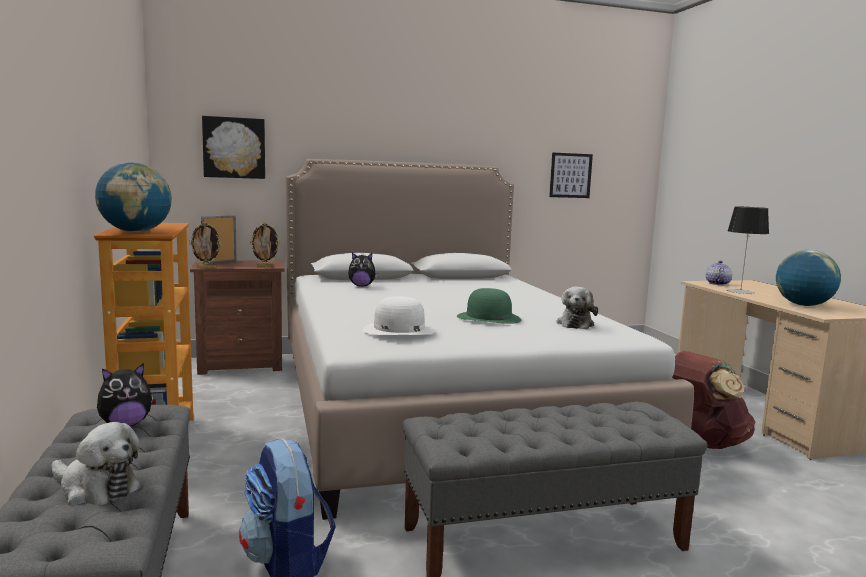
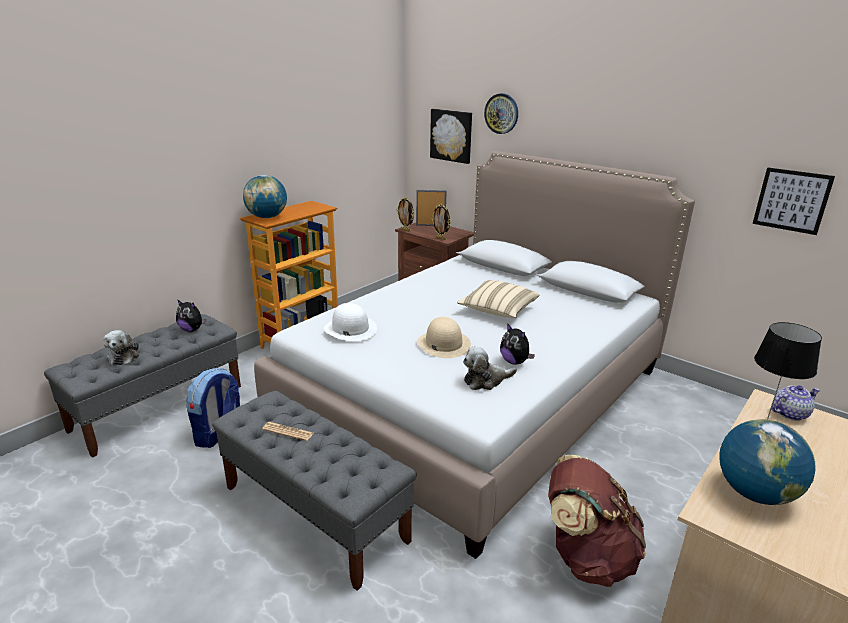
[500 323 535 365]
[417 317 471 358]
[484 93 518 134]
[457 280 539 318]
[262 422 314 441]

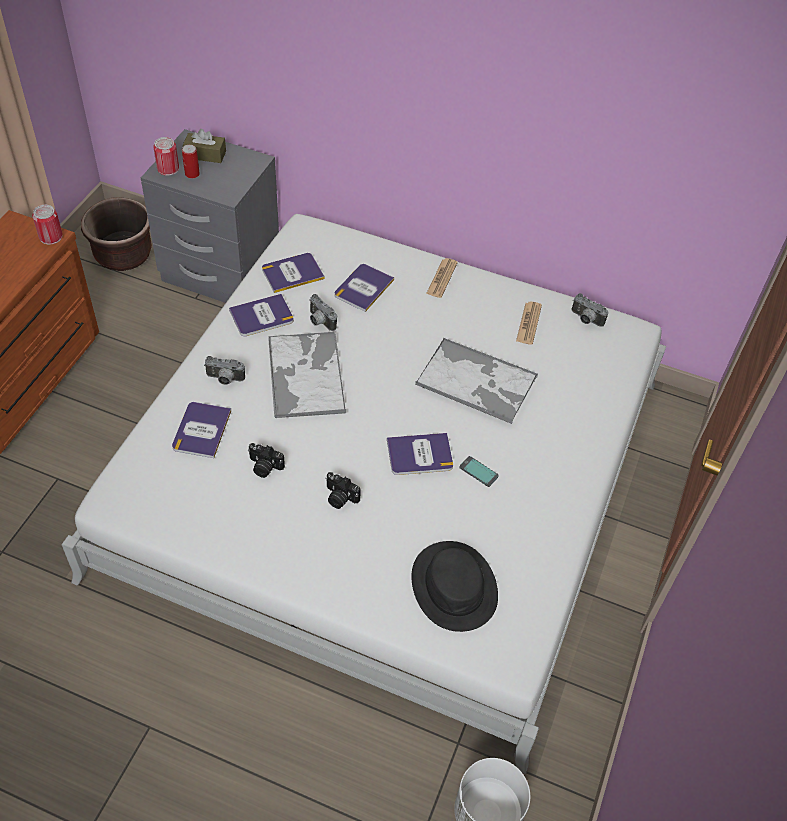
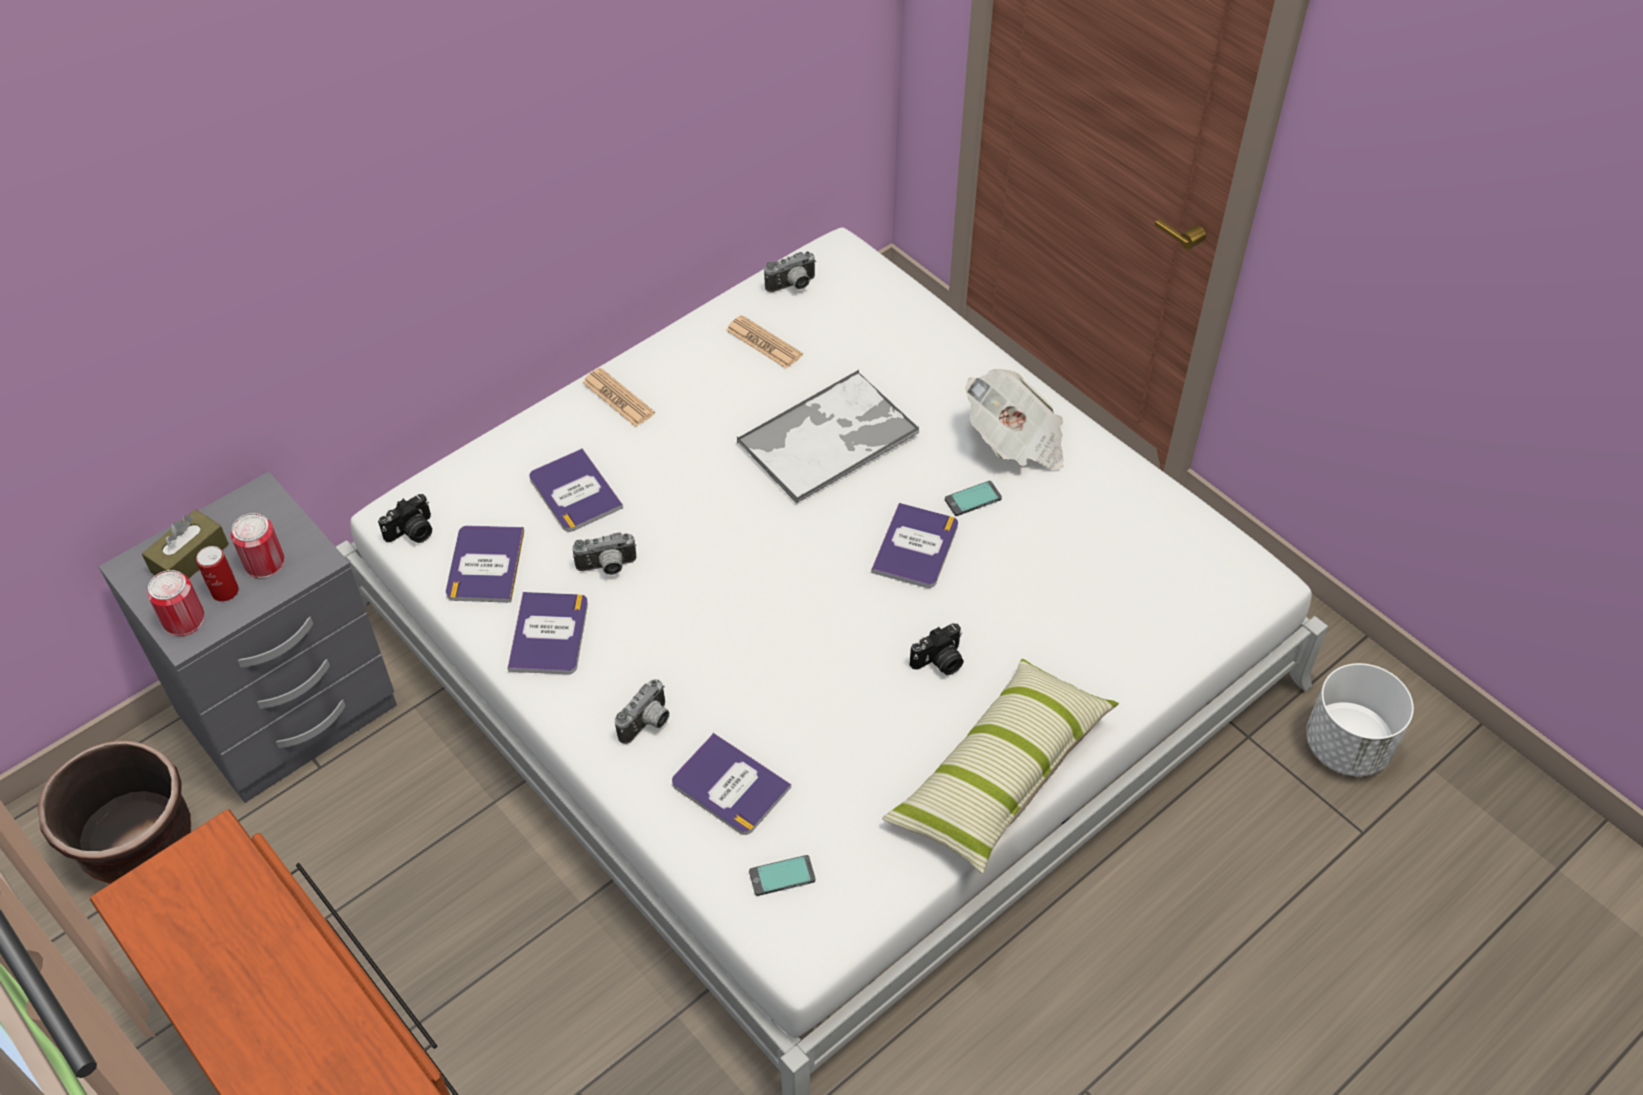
[231 513 285 578]
[268 332 346 418] (first image)
[378 494 432 543]
[411 541 498 632] (first image)
[965 369 1064 470]
[882 659 1119 874]
[749 855 816 896]

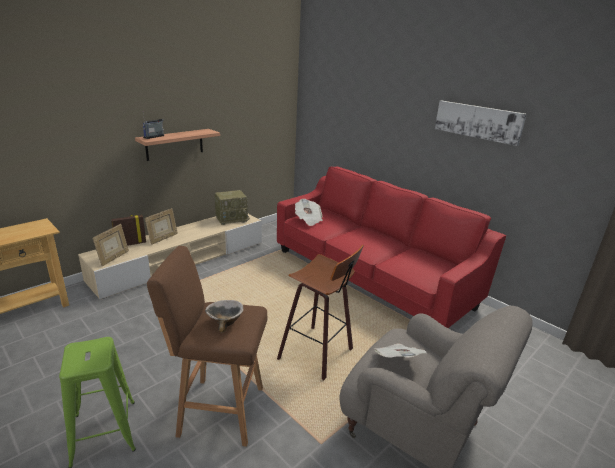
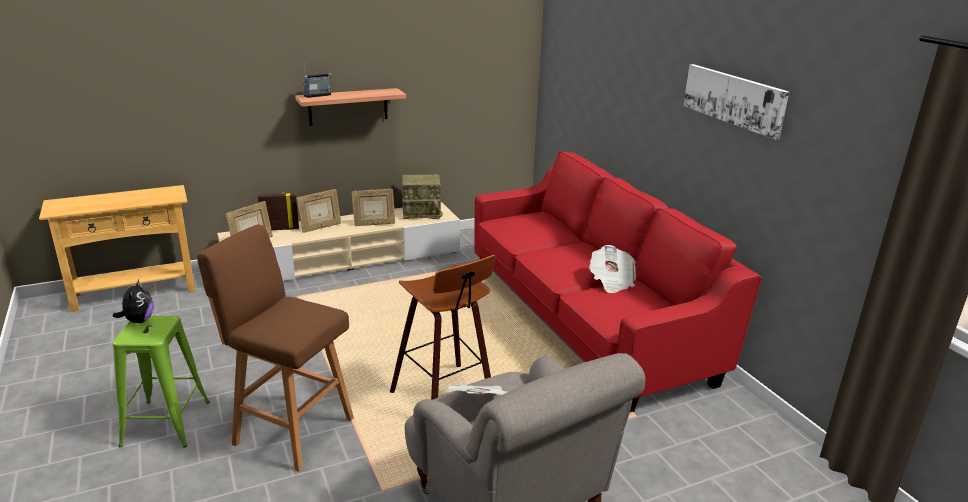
[589 245 636 293]
[205 300 244 333] (first image)
[351 189 395 226]
[113 279 154 323]

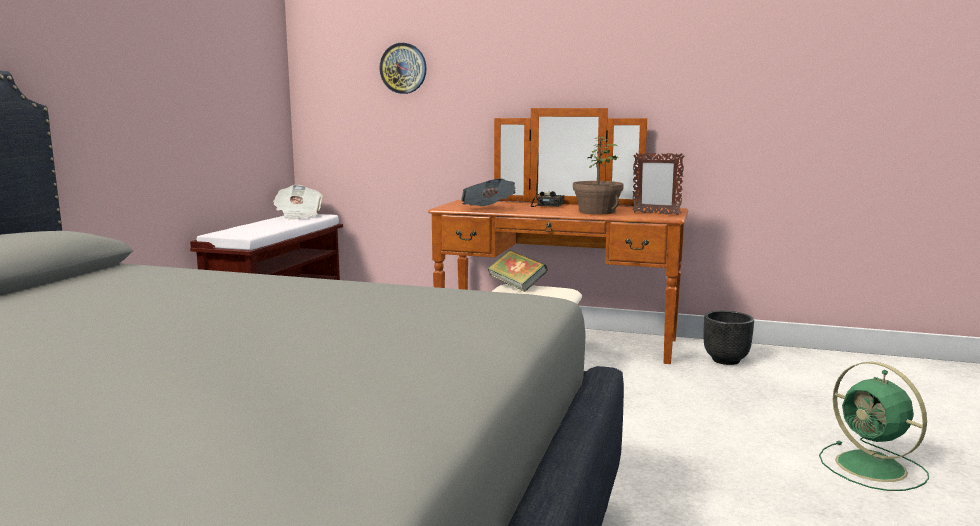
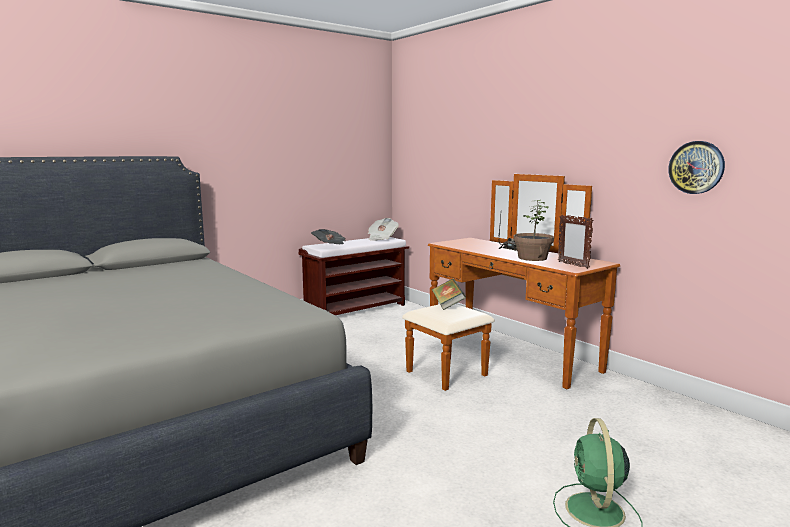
[668 141 725 194]
[311 229 345 244]
[704 311 754 365] (first image)

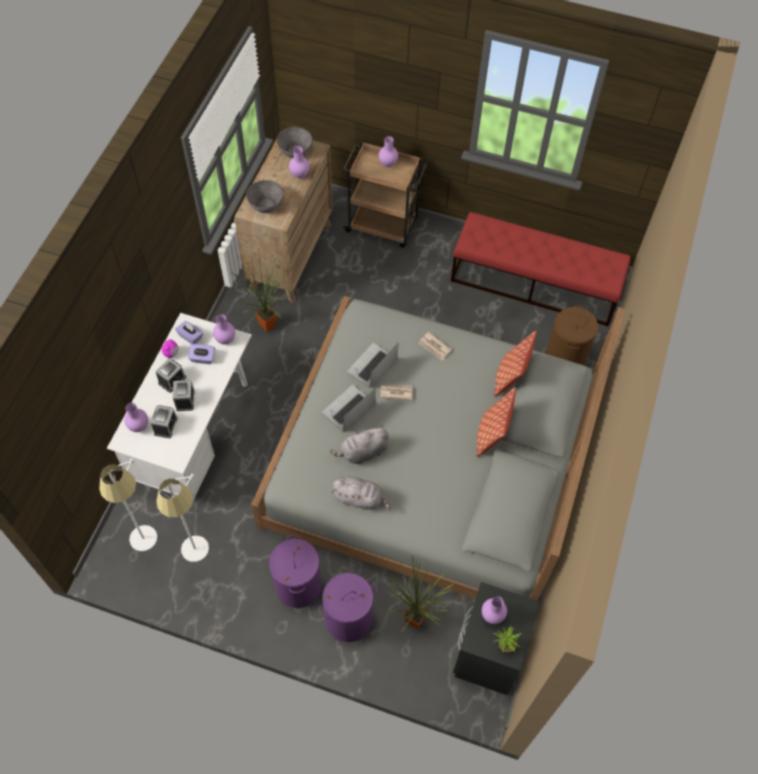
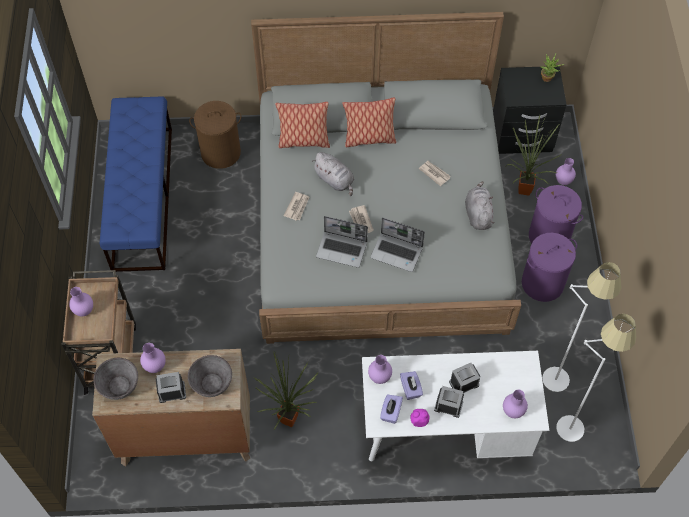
[100 97 172 272]
[156 372 186 403]
[312 152 354 196]
[556 158 576 185]
[419 161 451 186]

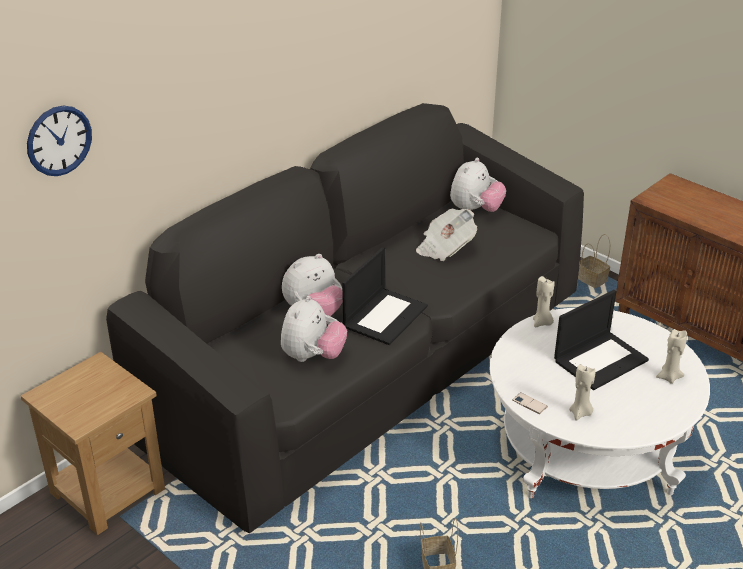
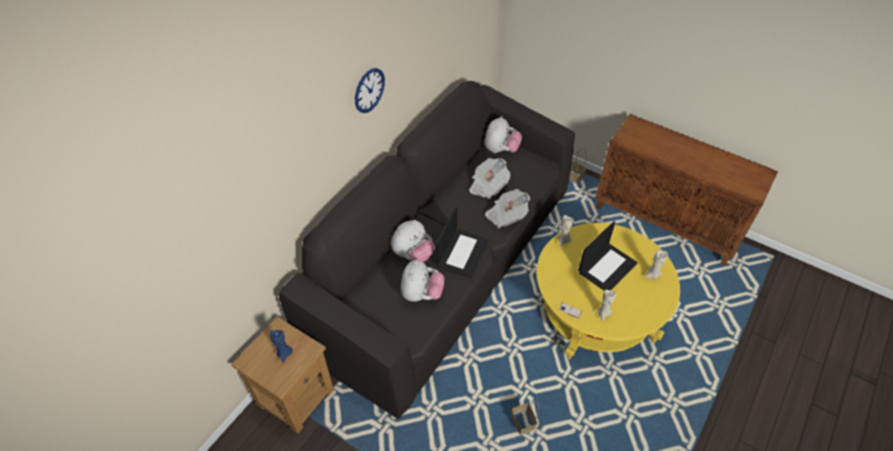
[355 68 385 113]
[536 223 680 359]
[485 189 530 228]
[270 330 293 363]

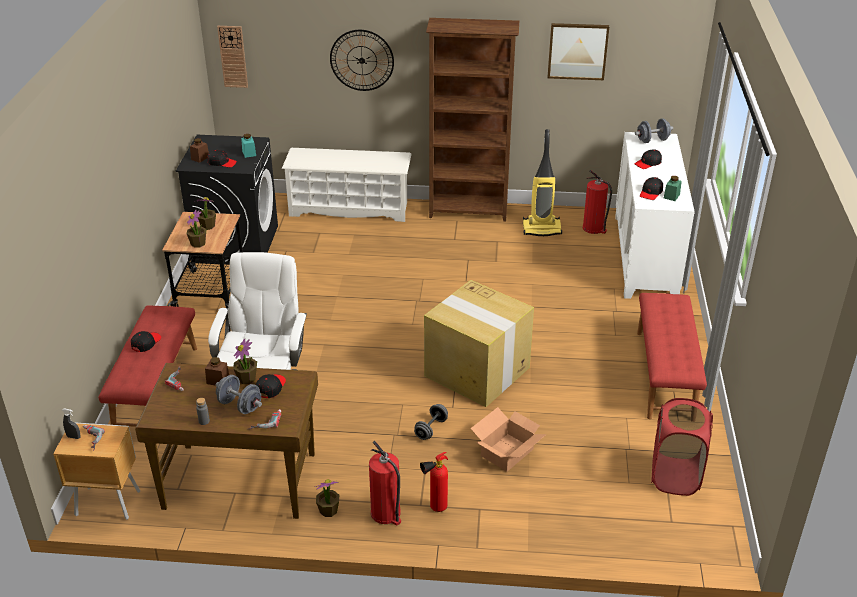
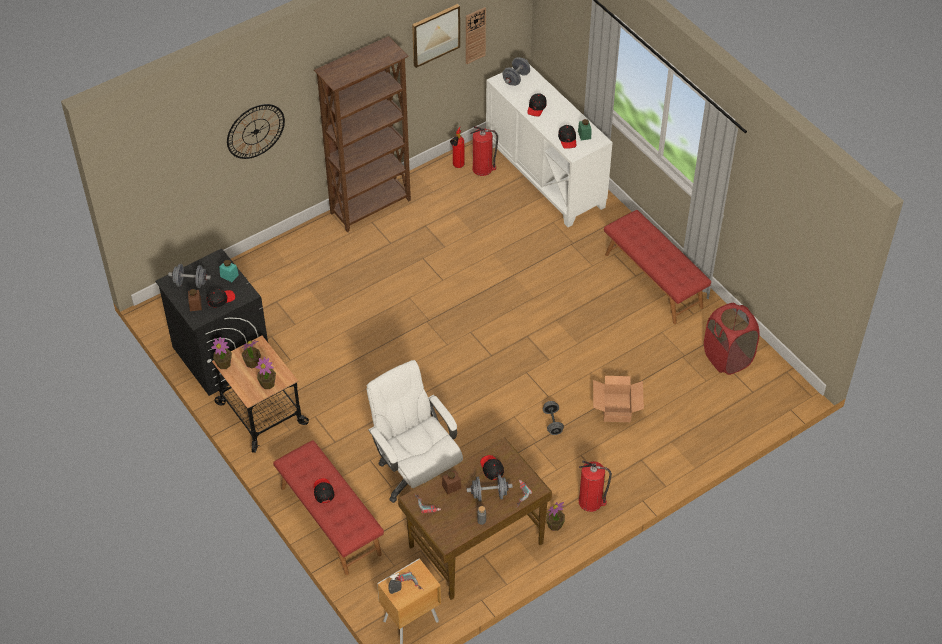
[466 7 486 64]
[523 129 562 236] (first image)
[282 148 412 222] (first image)
[424 280 534 407] (first image)
[211 337 232 369]
[450 126 464 168]
[168 264 211 288]

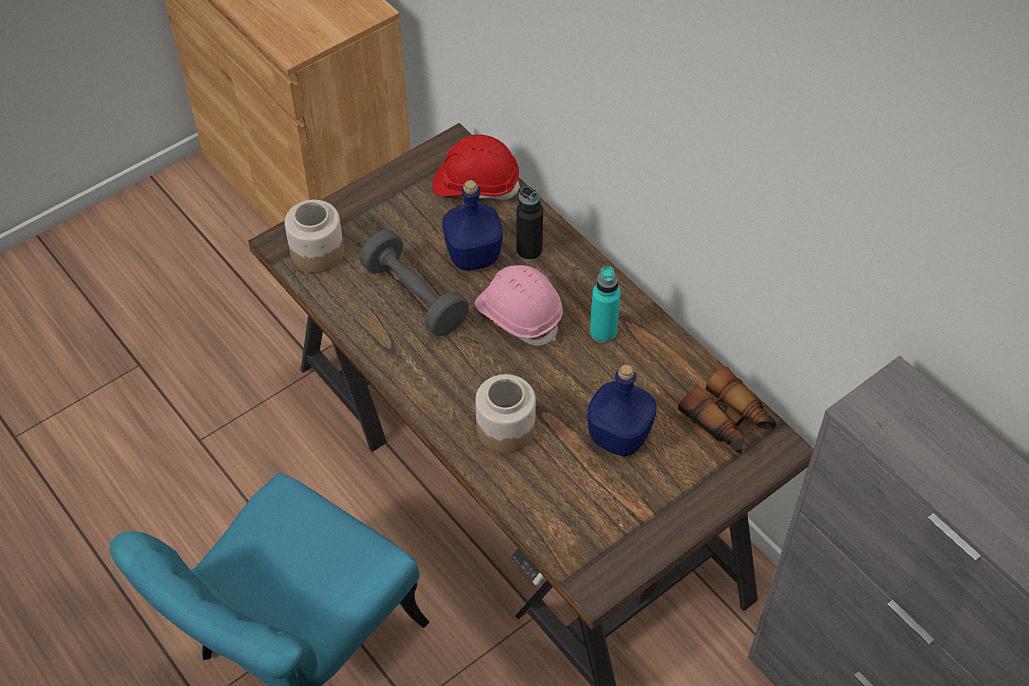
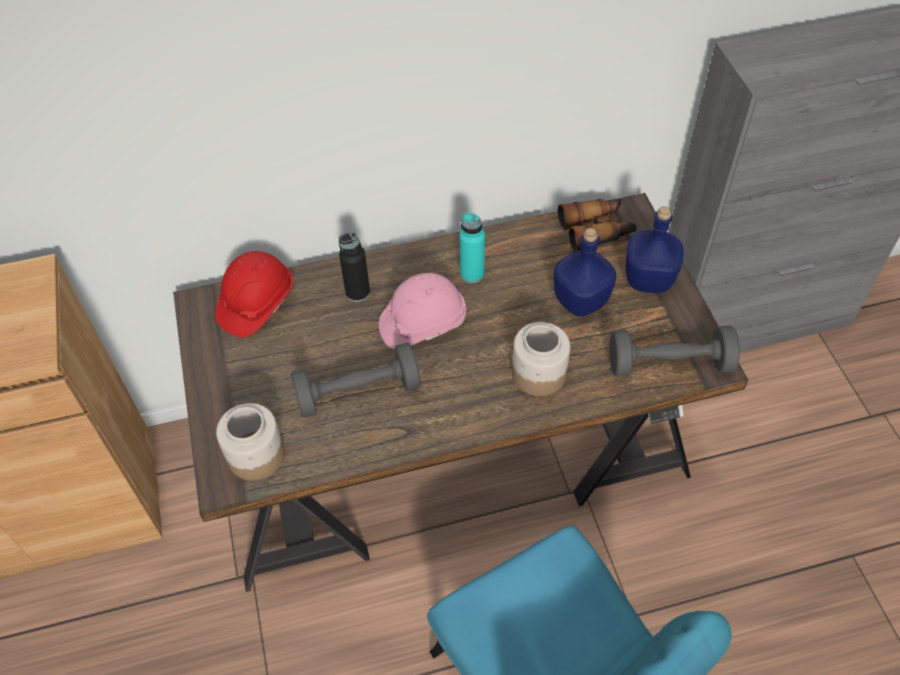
[626 206 683 293]
[609 326 740 377]

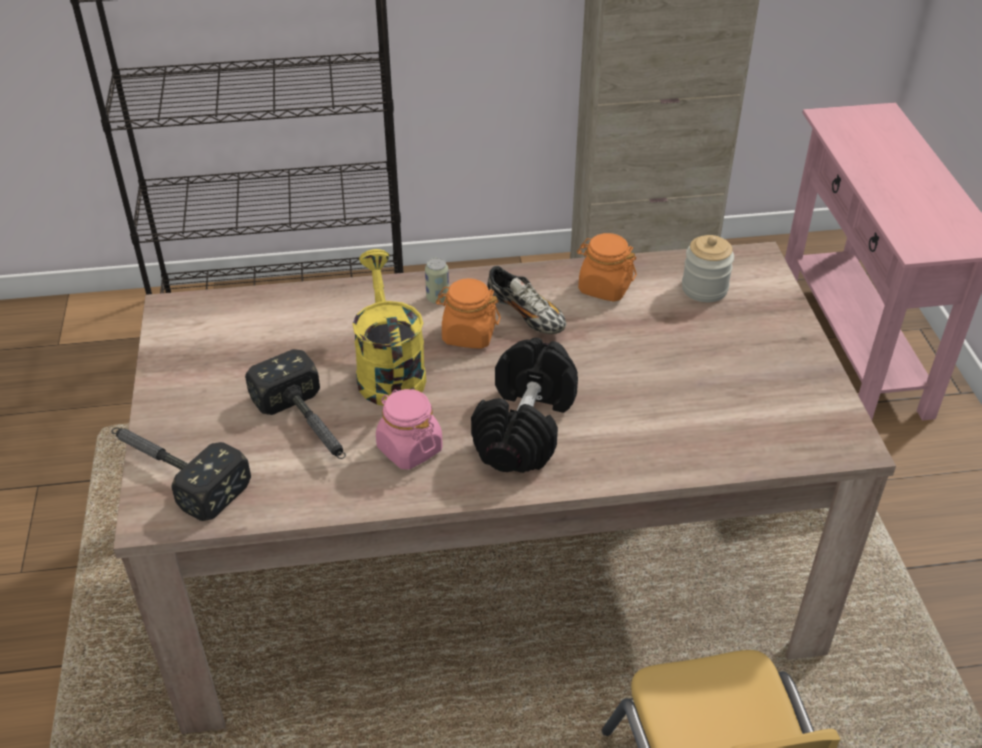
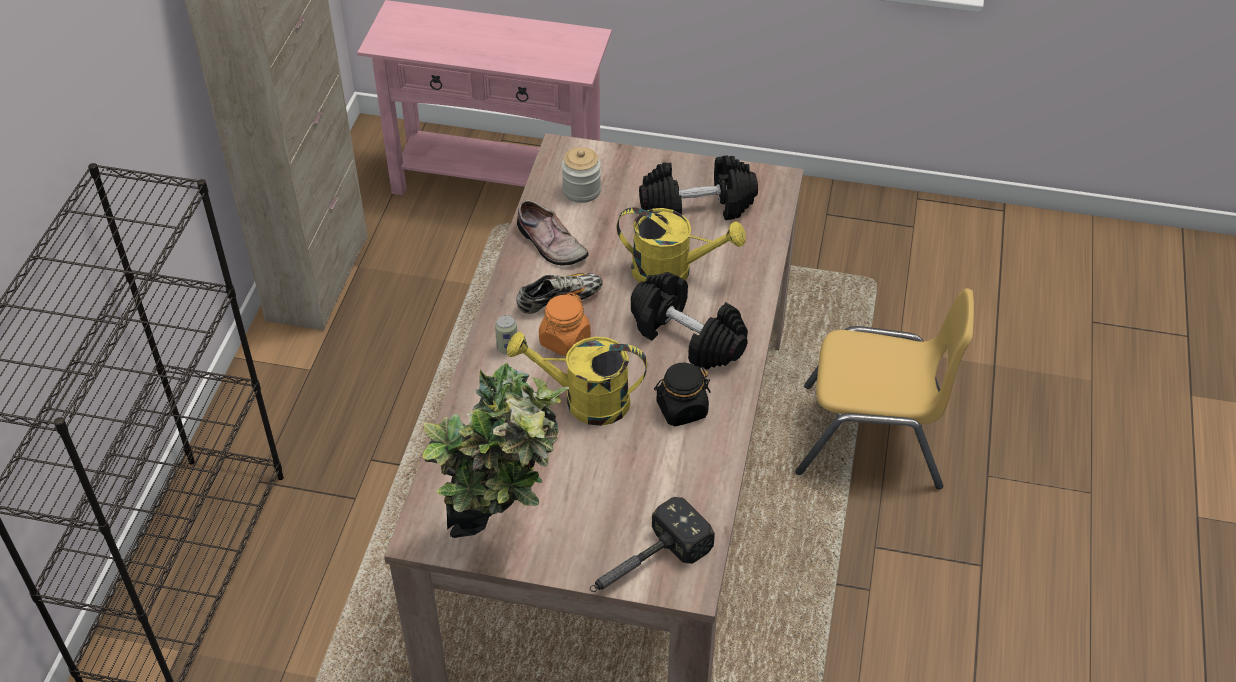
[517 200 589 265]
[245 349 346 459] (first image)
[654 363 711 426]
[639 155 758 220]
[616 207 746 283]
[423 363 569 538]

